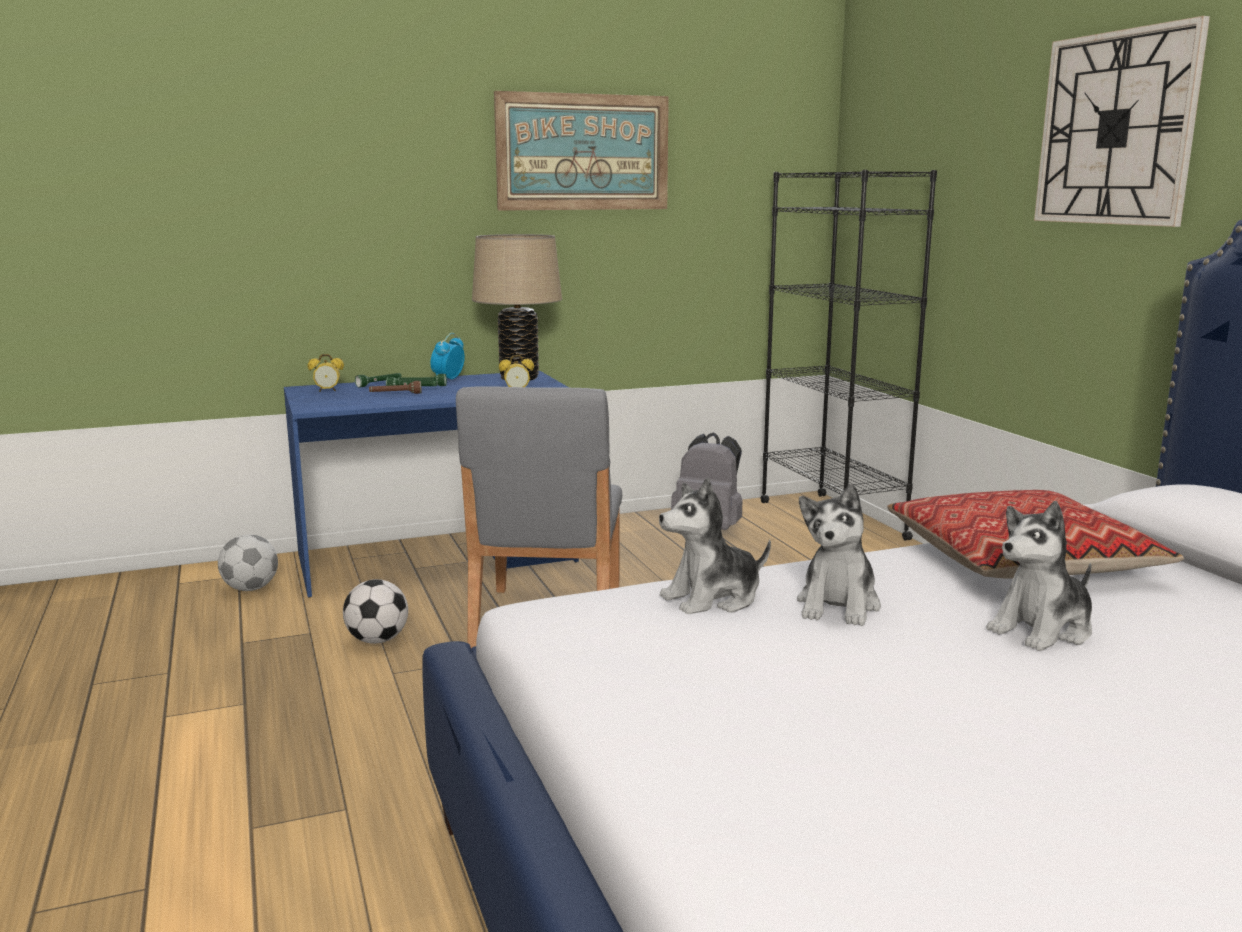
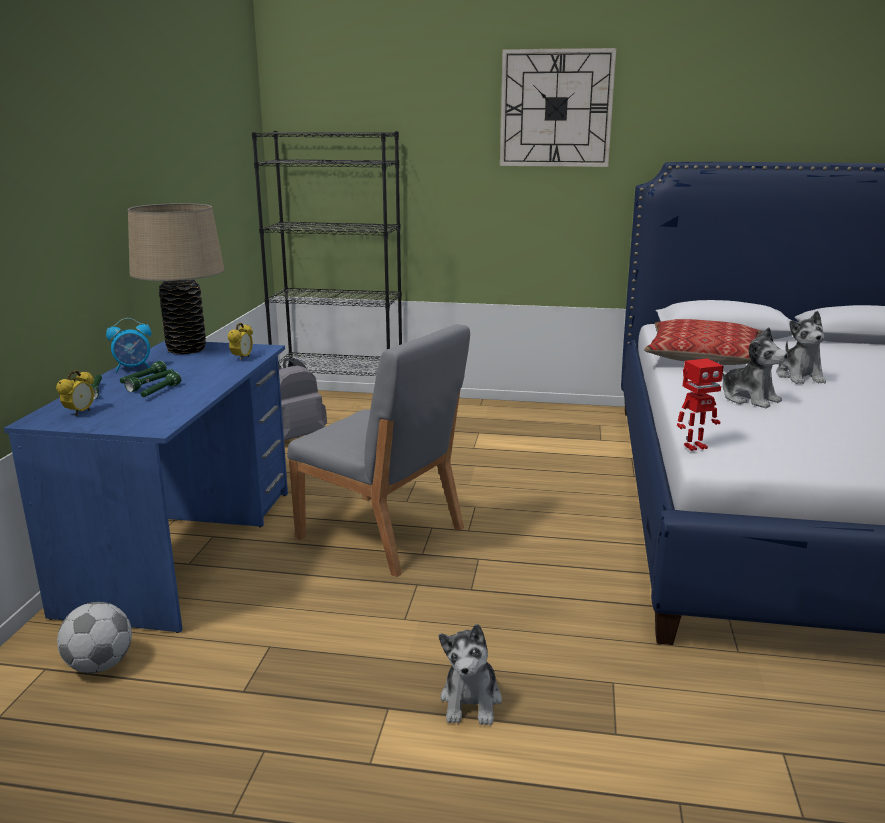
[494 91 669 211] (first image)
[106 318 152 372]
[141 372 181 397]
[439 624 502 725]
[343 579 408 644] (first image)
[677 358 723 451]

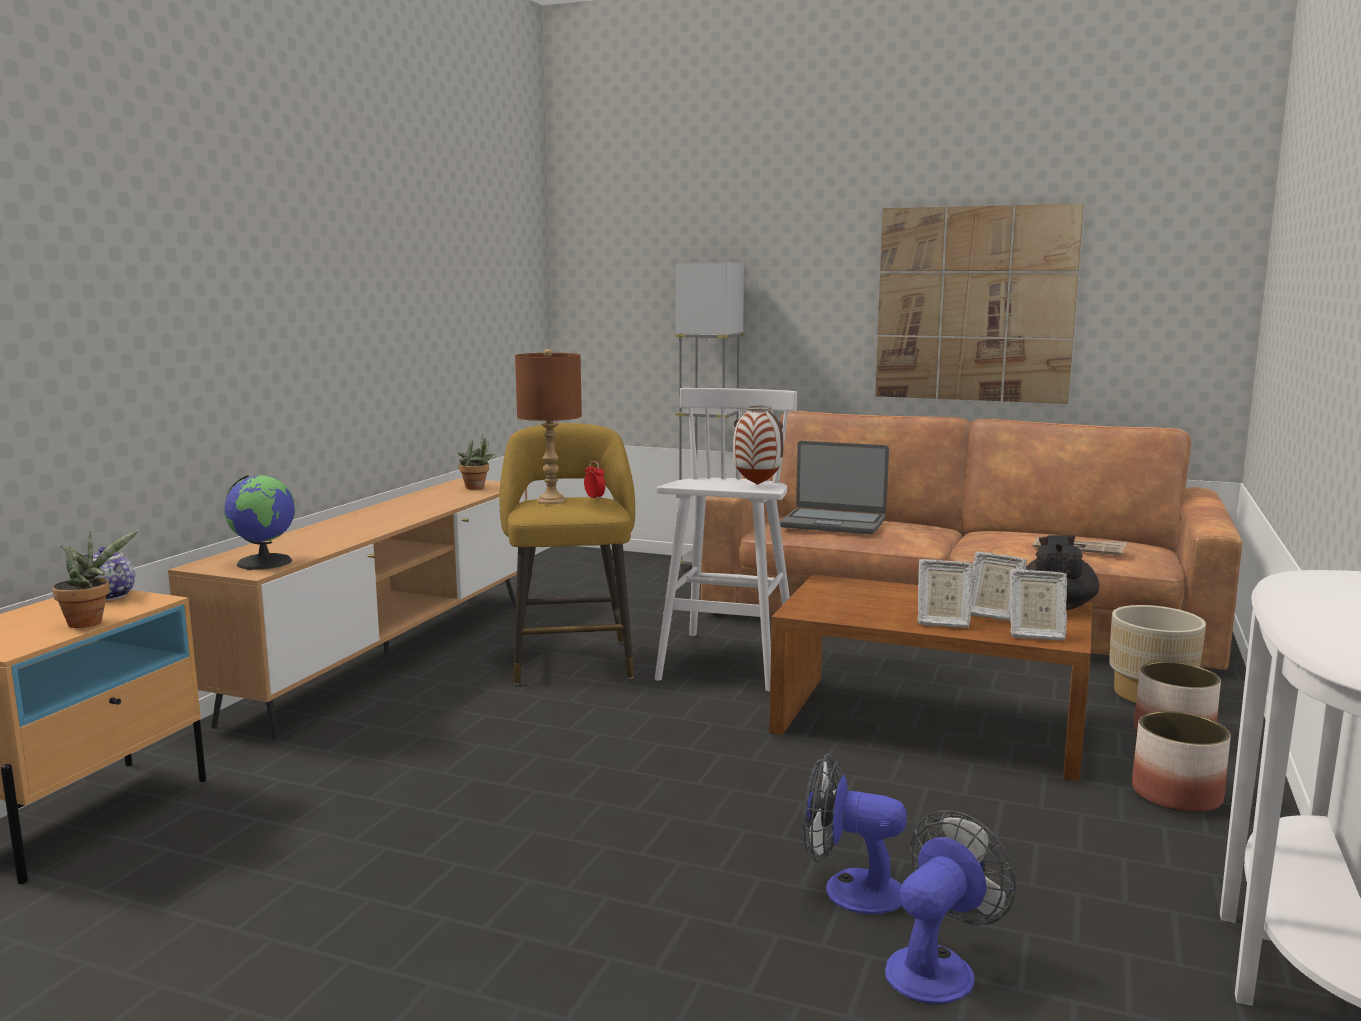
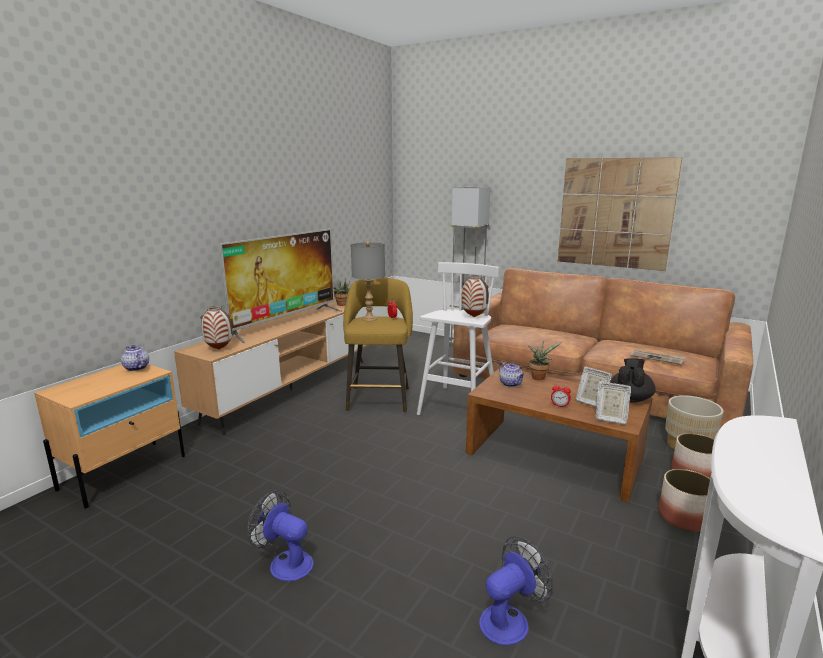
[351 241 385 321]
[780 441 889 534] (first image)
[200 306 232 350]
[528 341 563 380]
[551 382 571 408]
[247 490 314 581]
[220 229 343 343]
[499 362 525 387]

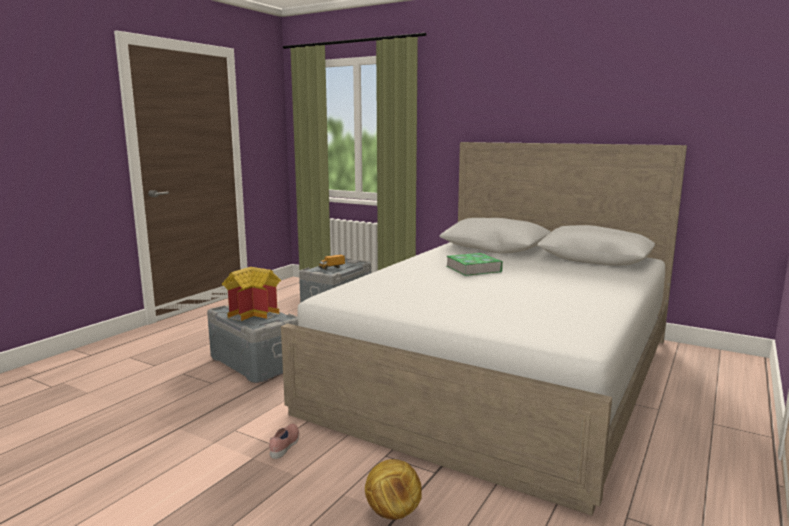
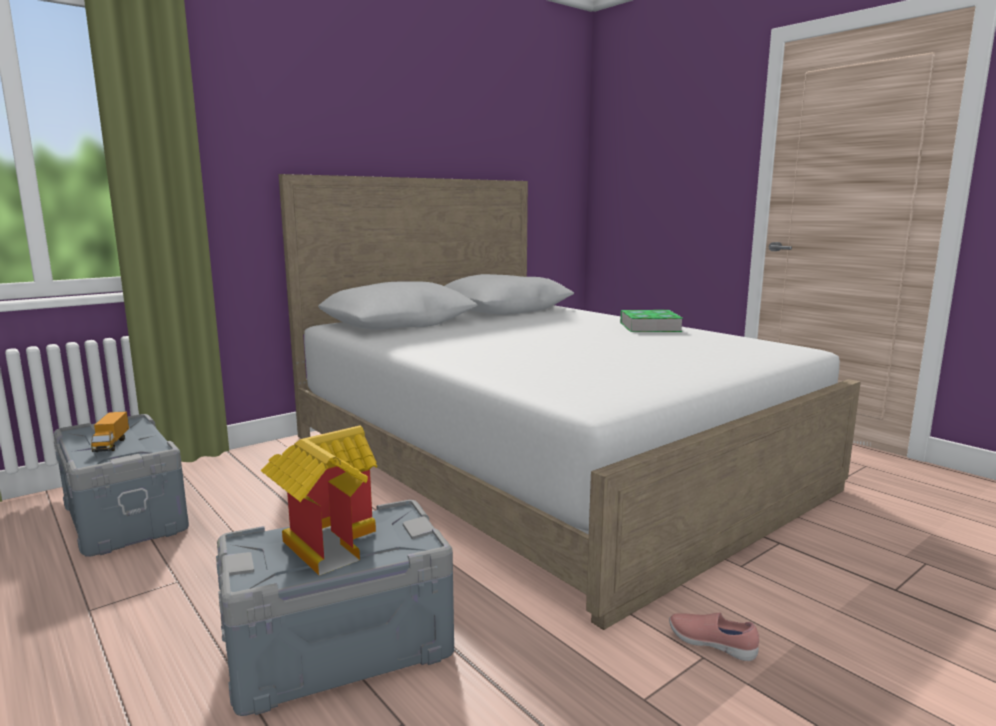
[620 310 683 332]
[365 459 422 520] (first image)

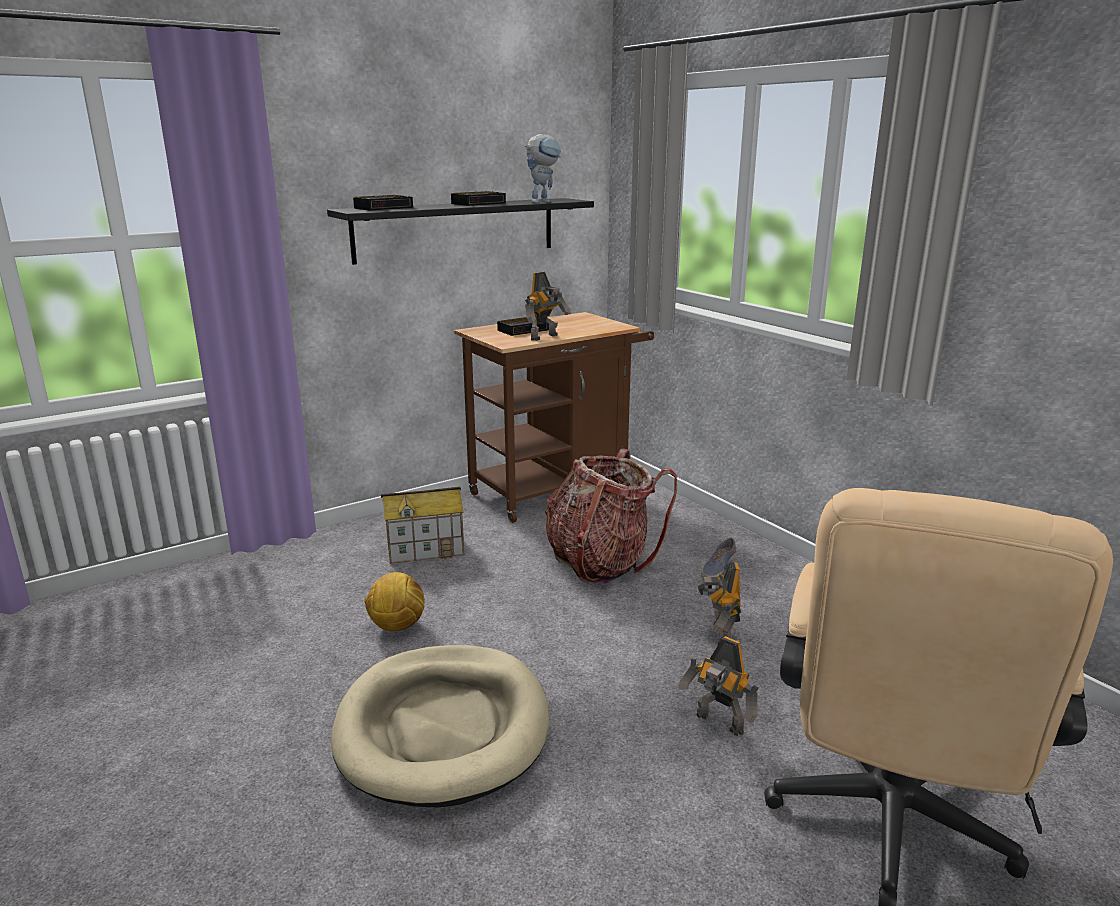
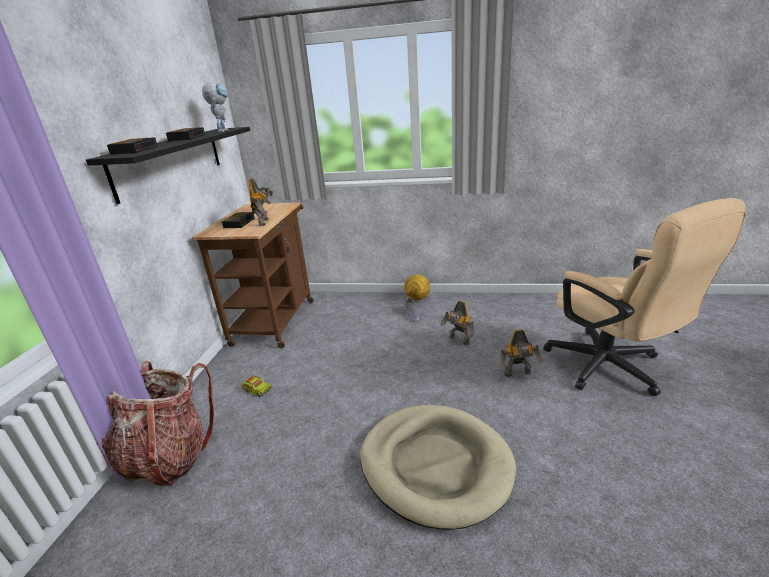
[95 361 214 487]
[242 375 272 397]
[404 274 430 300]

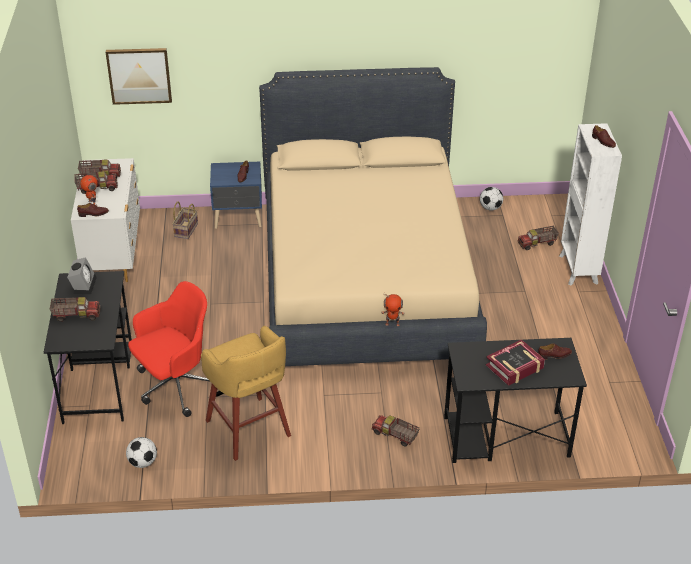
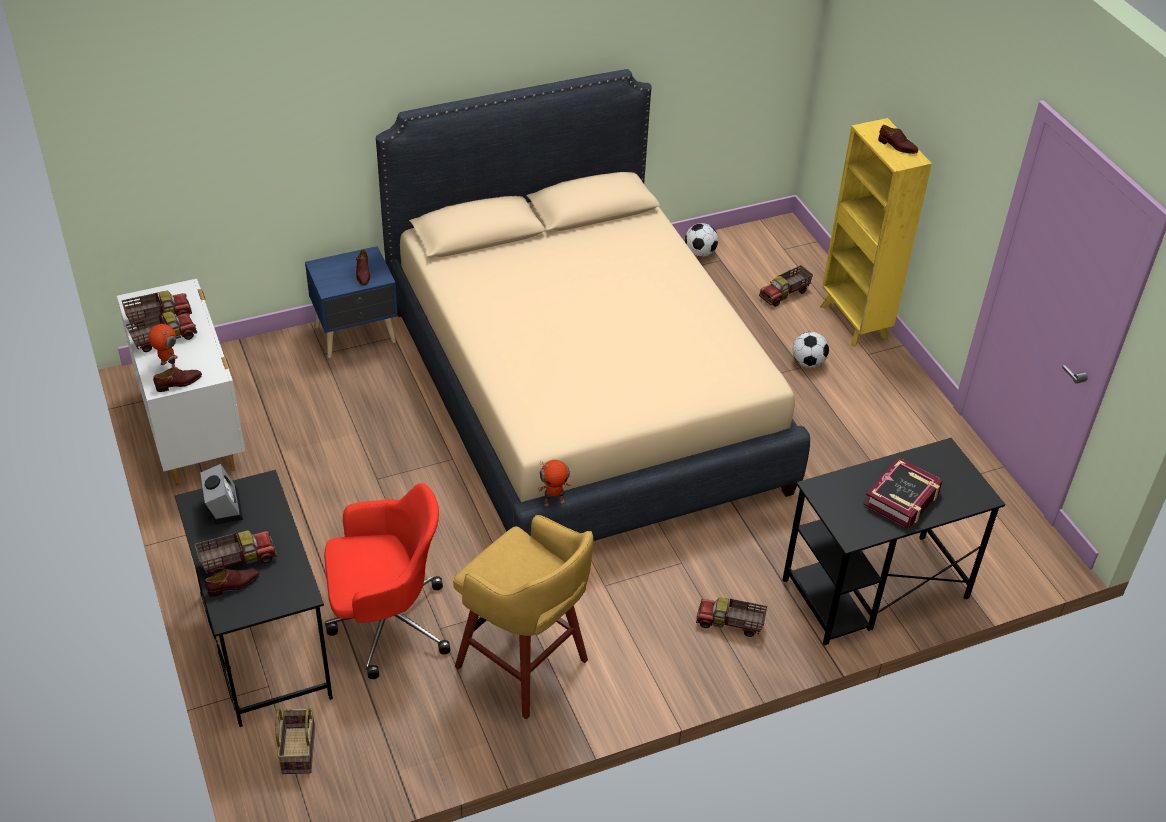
[106 48 172 105] (first image)
[820 118 932 347]
[275 708 315 774]
[324 483 450 679]
[537 460 571 506]
[205 569 260 597]
[793 332 829 368]

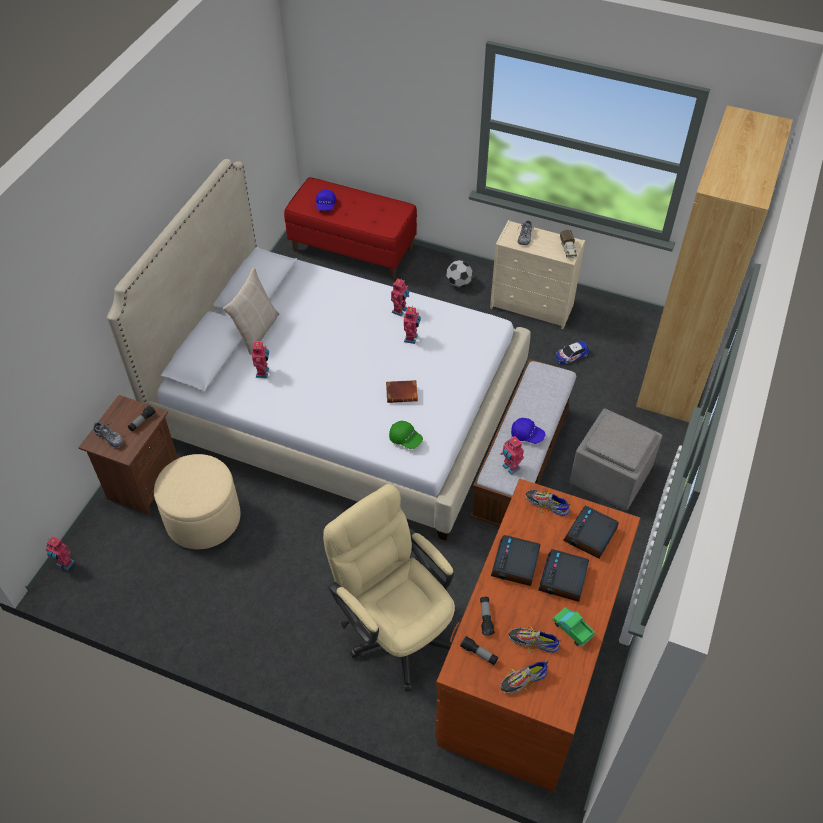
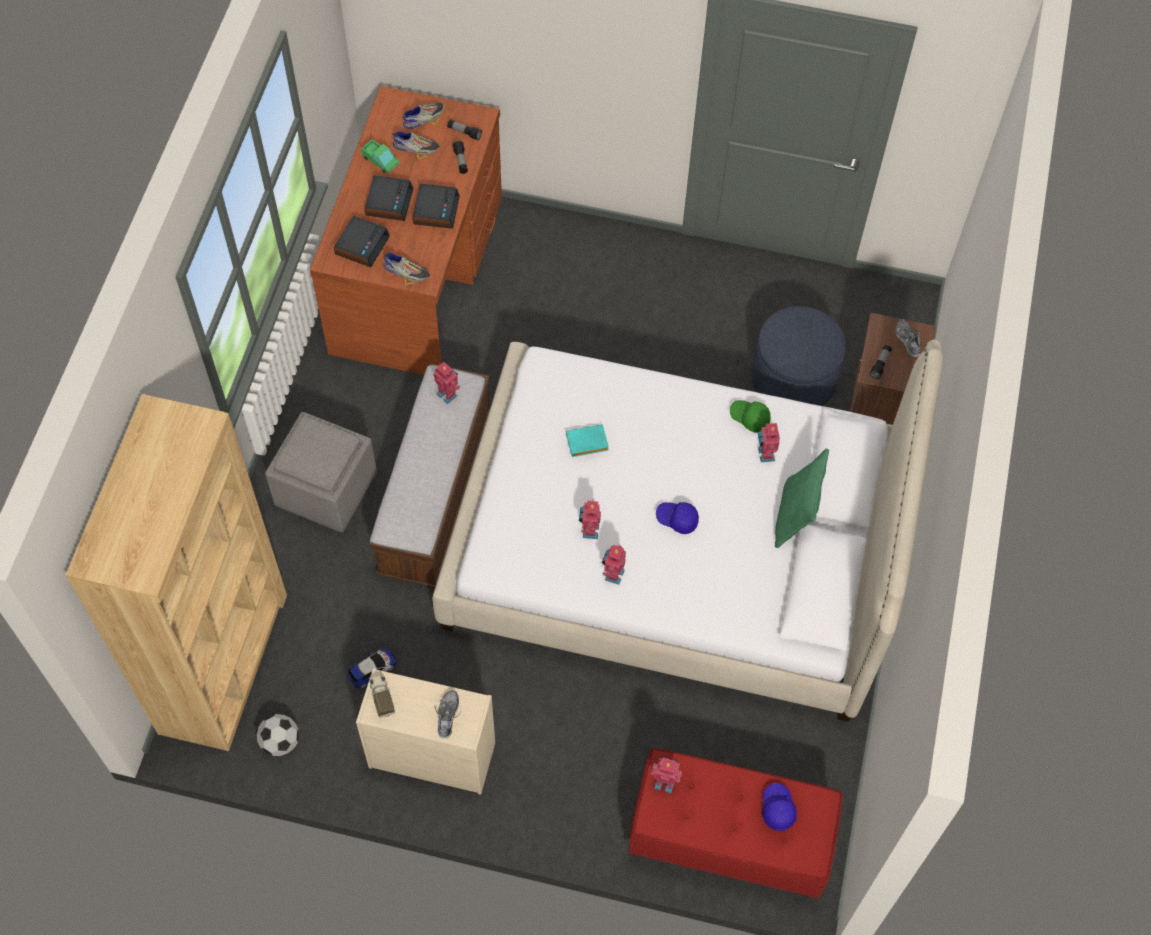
[257 714 299 756]
[775 449 829 548]
[566 424 609 457]
[656 502 699 534]
[730 400 771 433]
[895 319 921 357]
[751 306 846 406]
[323 484 455 691] (first image)
[651 758 682 793]

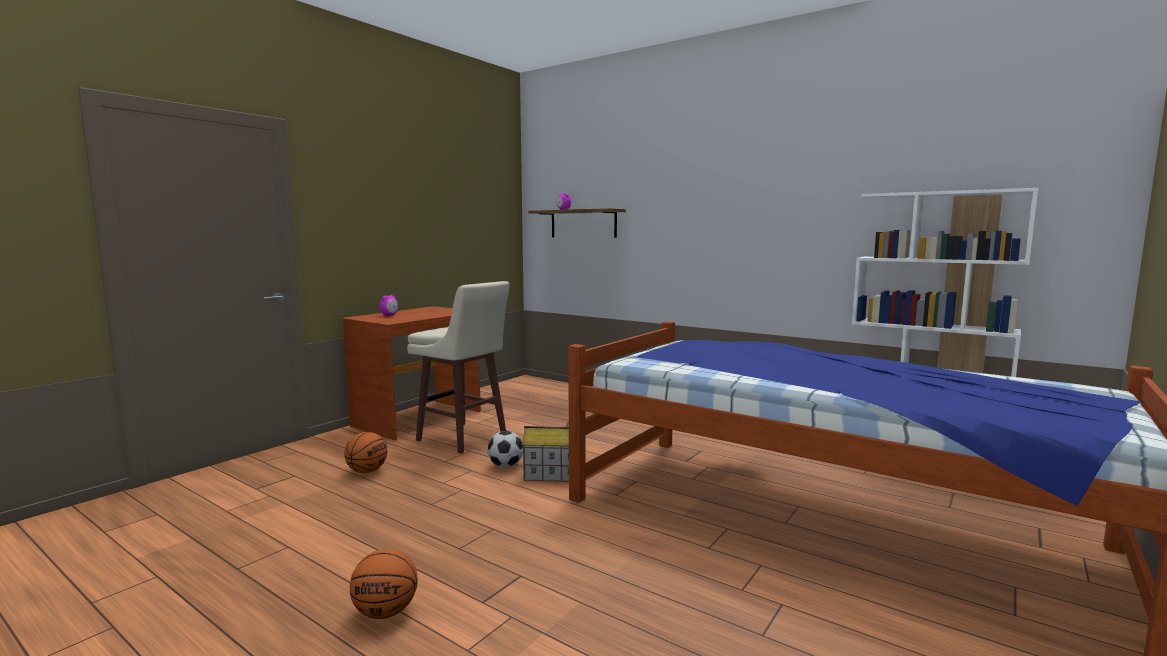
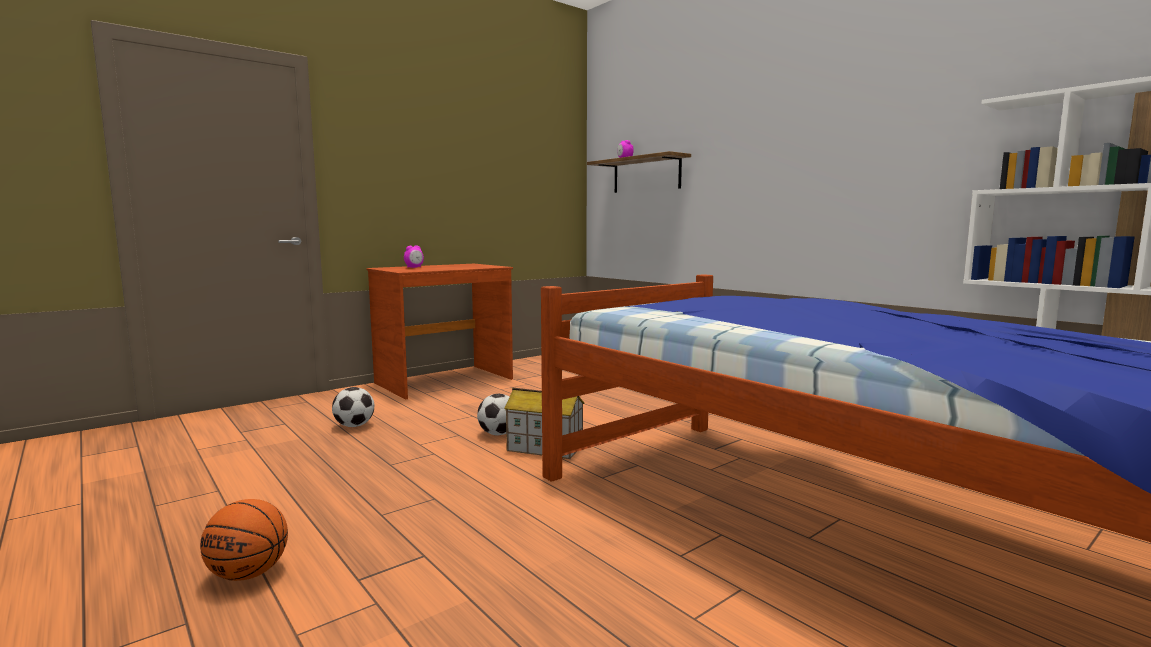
[407 281 510 454] (first image)
[332 387 375 427]

